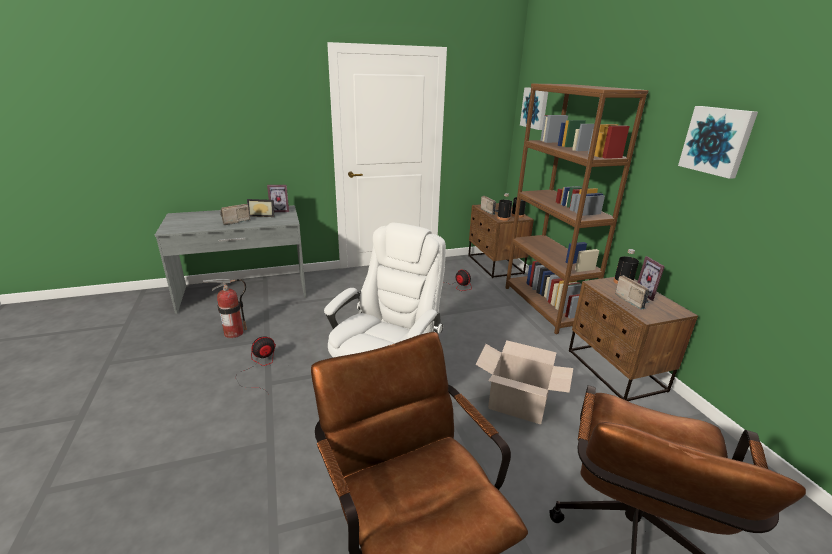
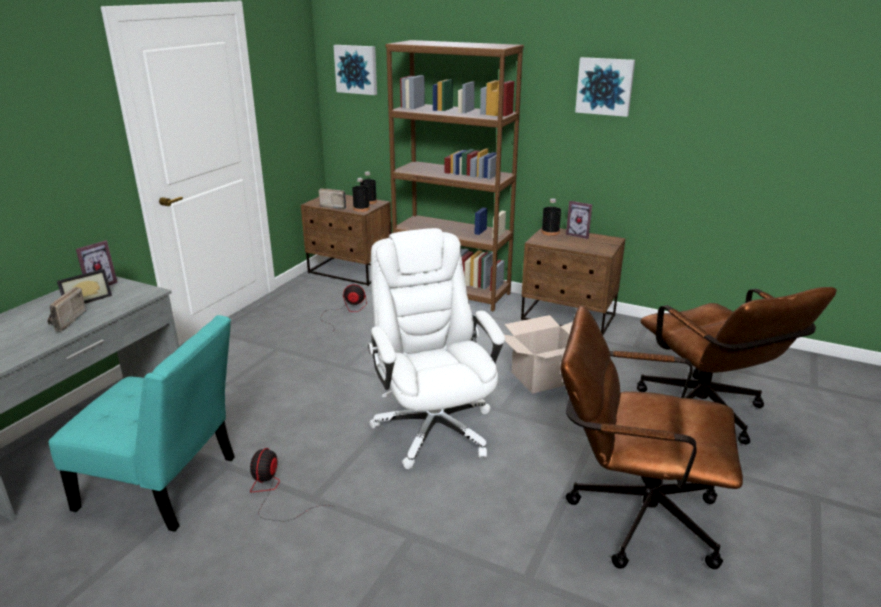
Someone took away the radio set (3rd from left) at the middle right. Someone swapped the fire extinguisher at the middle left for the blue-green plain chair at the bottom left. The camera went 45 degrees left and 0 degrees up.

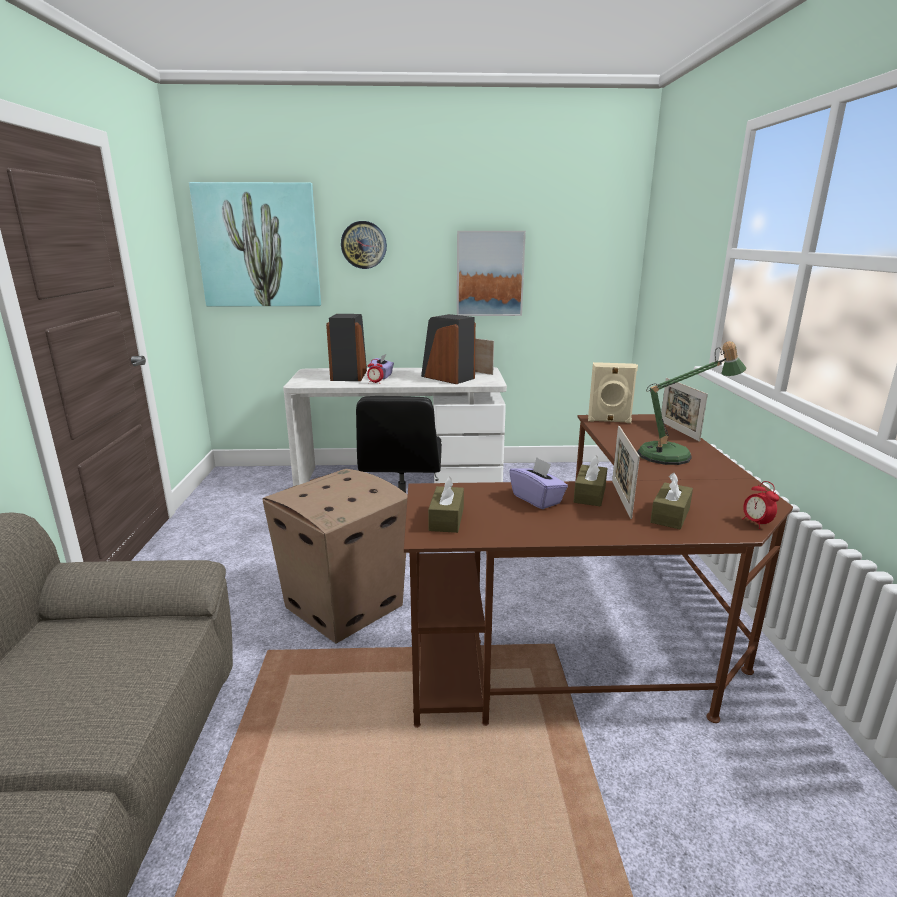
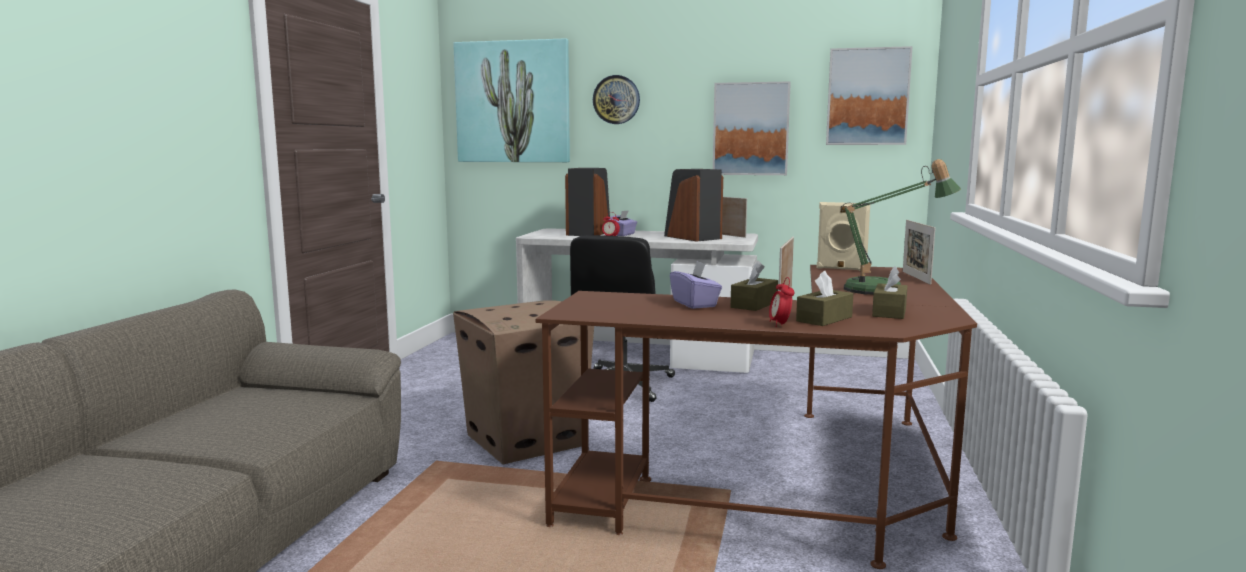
Someone carried the brownish tissue box (1st from left in the first image) from the centre to the middle right. Someone carried the bedside clock (2nd from left) from the middle right to the centre. Someone put up the wall picture (3rd from left) at the top right. The camera went 15 degrees right and 10 degrees down.

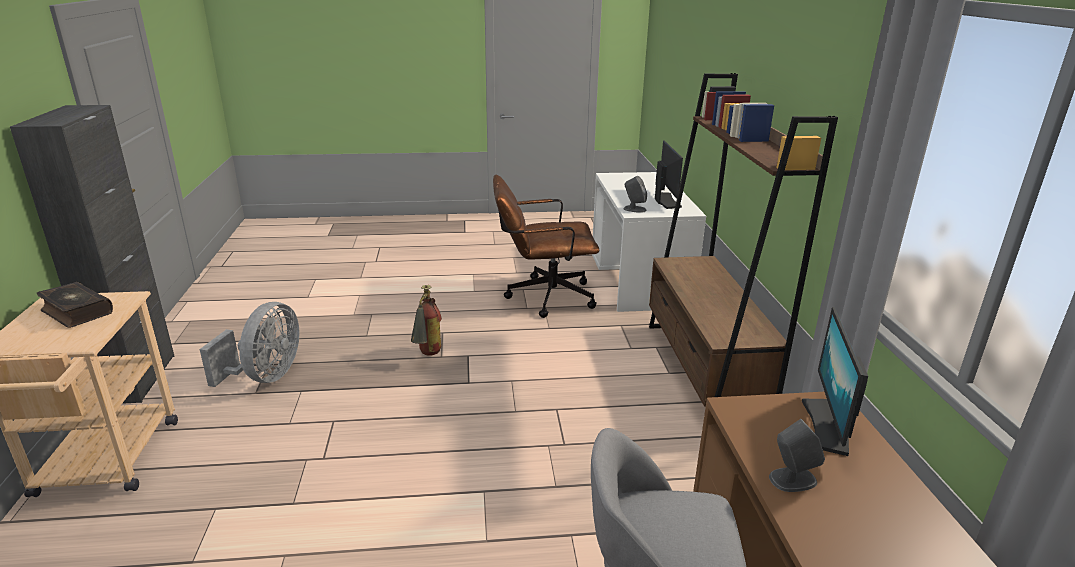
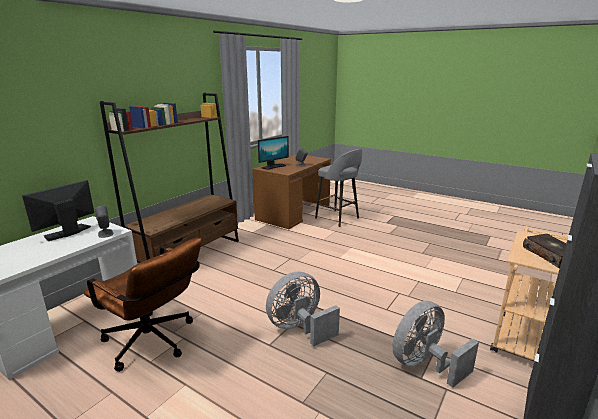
Someone swapped the fire extinguisher at the centre for the gray cooling fan (1st from left) at the bottom centre. The camera went 140 degrees left and 5 degrees down.

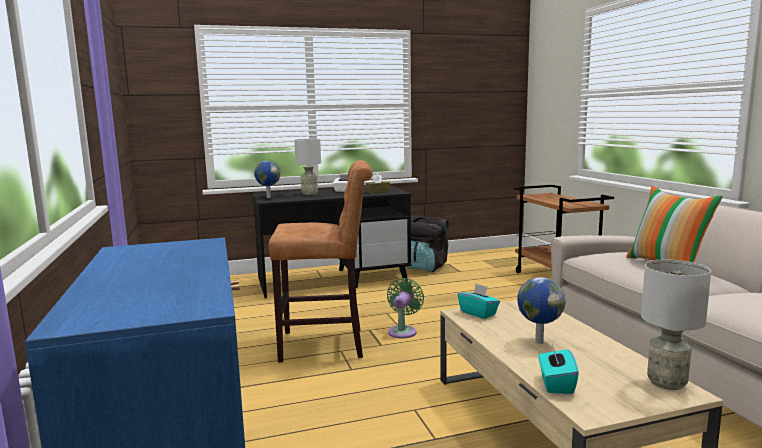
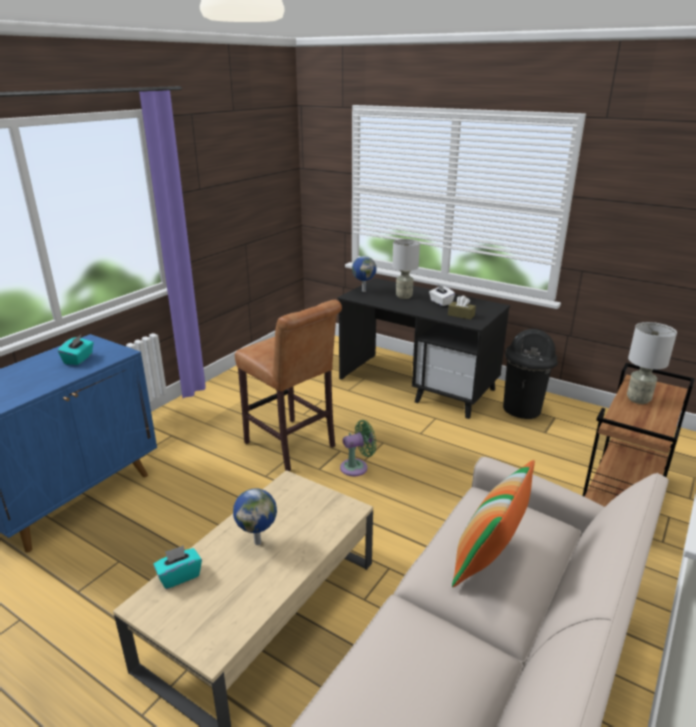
Someone swapped the black rucksack at the centre for the black trash can at the middle right. Someone carried the gray table lamp (2nd from left) from the bottom right to the middle right. Someone carried the blue-green tissue box (1st from left) from the bottom centre to the middle left. The camera went 50 degrees right and 15 degrees up.

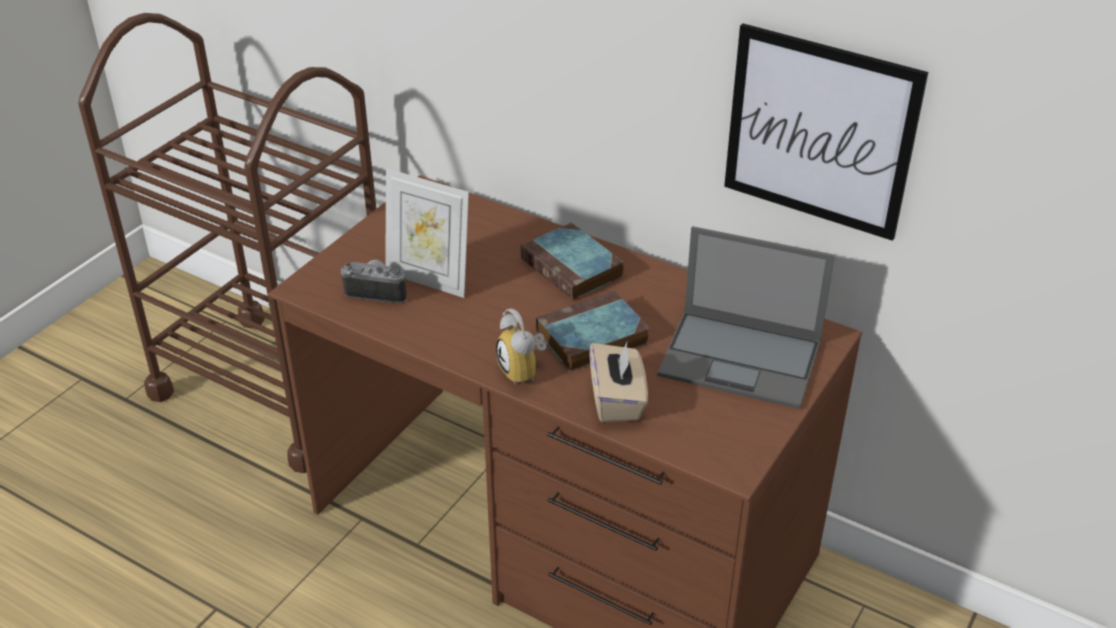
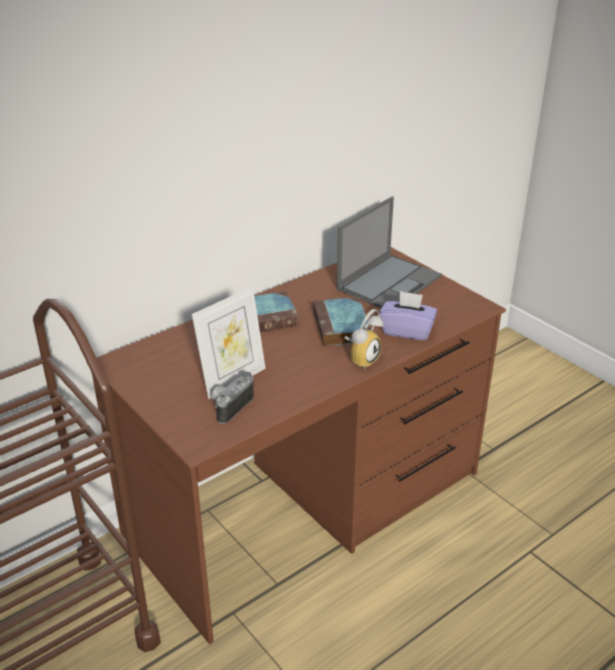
Someone took away the wall picture at the top right. Someone rotated the bedside clock at the centre by 45 degrees counterclockwise. Someone repainted the beige-coloured tissue box at the centre, which became the purplish tissue box at the centre. The camera went 70 degrees left and 5 degrees down.

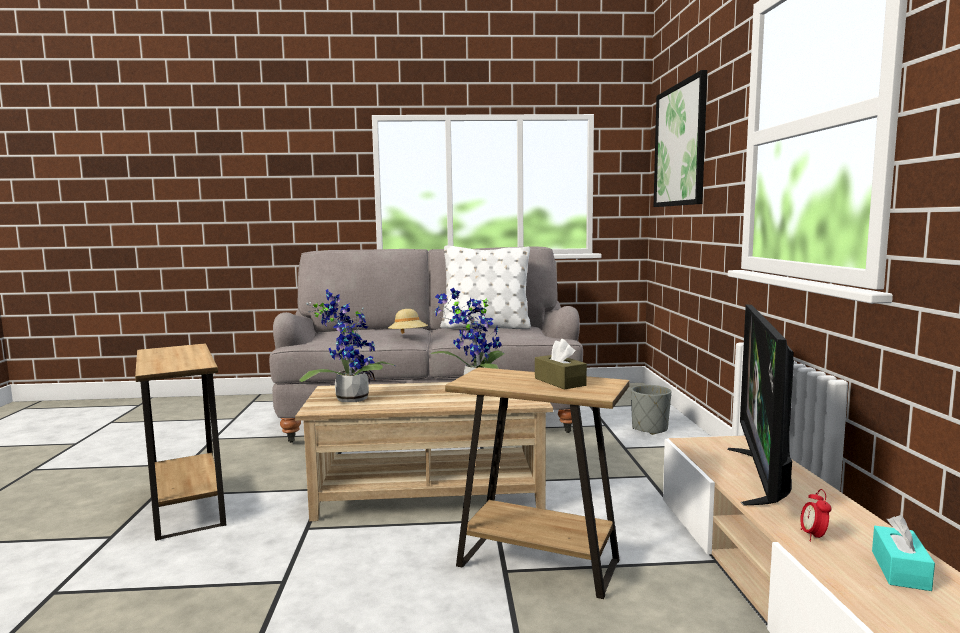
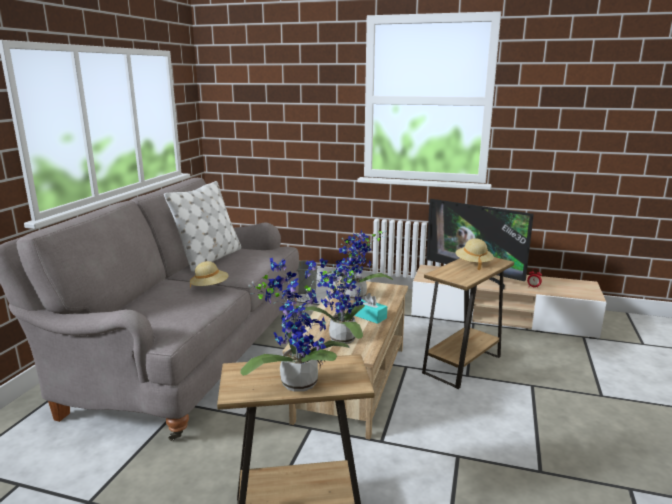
Someone took away the wall picture at the top right. Someone swapped the brownish tissue box at the centre for the beige-coloured clothing hat (2nd from left) at the middle right. Someone carried the blue-green tissue box from the bottom right to the centre. Someone put down the potted plant (1st from left) at the centre. The camera went 70 degrees left and 10 degrees up.

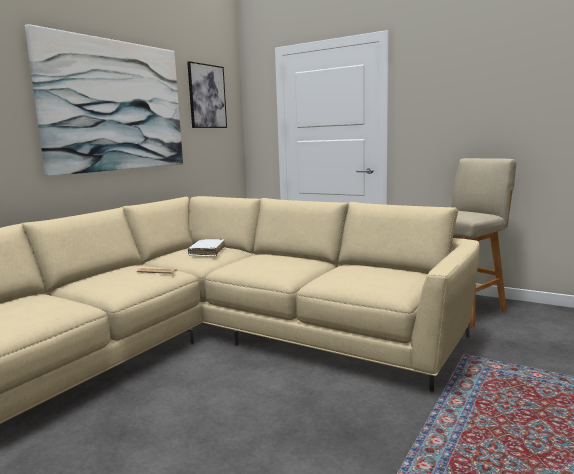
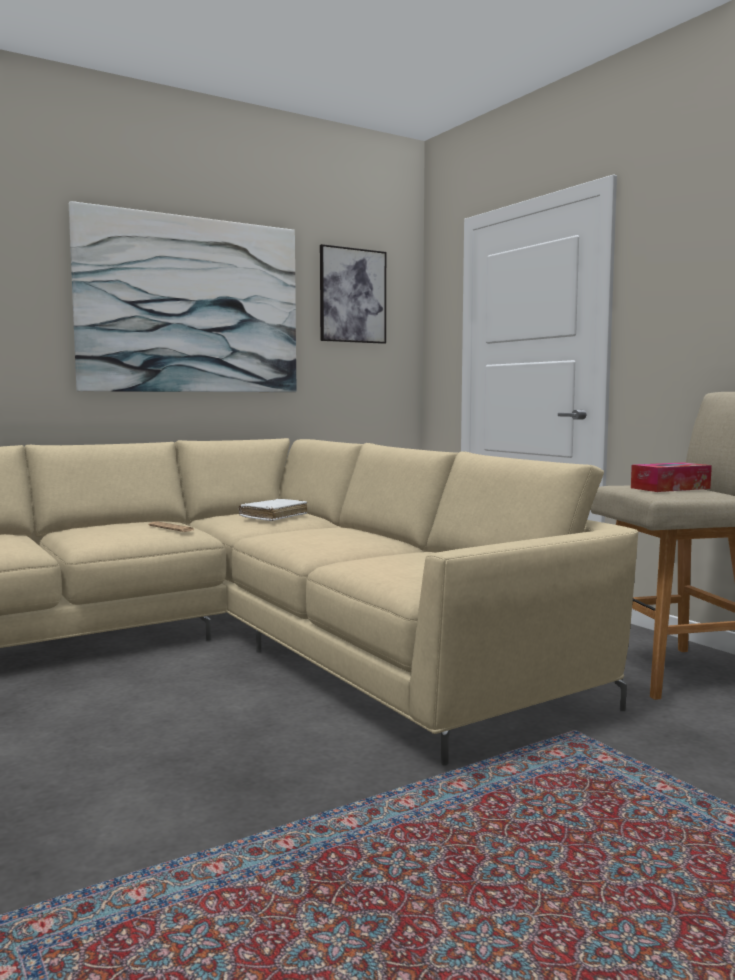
Someone put down the tissue box at the middle right. The camera went 25 degrees right and 5 degrees down.

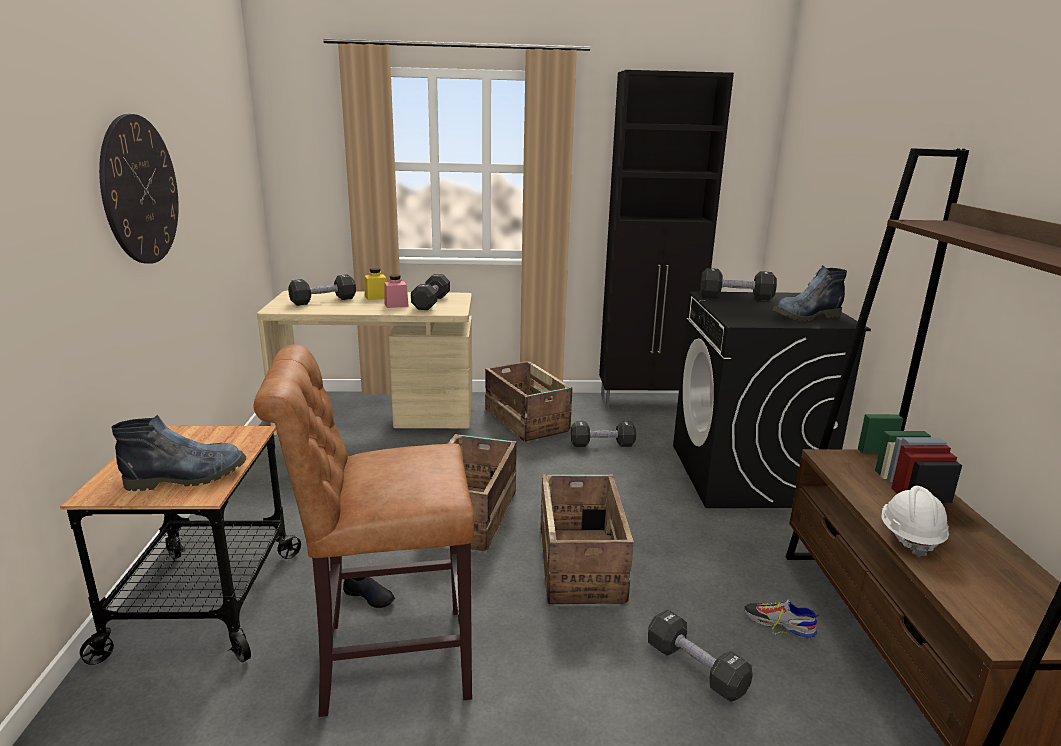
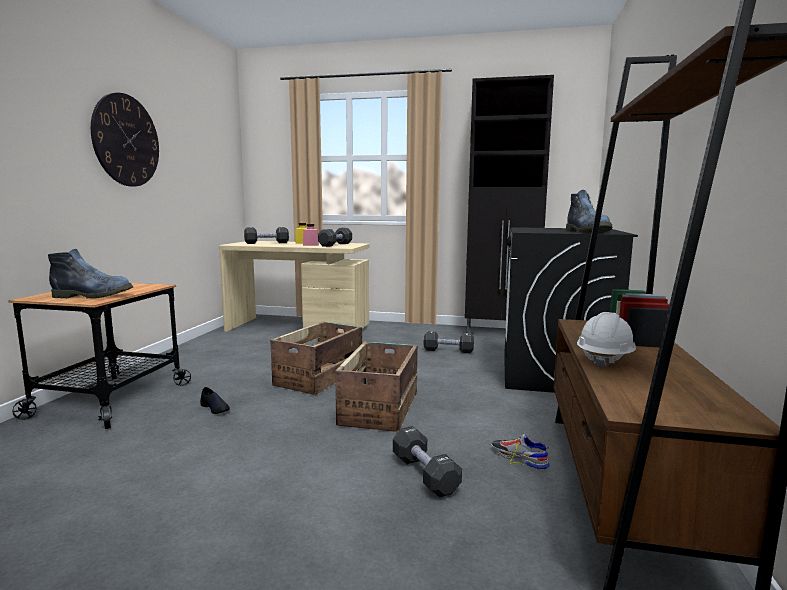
Someone rotated the boot (2nd from left) at the middle right by 90 degrees counterclockwise. Someone took away the black hand weight (5th from left) at the middle right. Someone took away the brownish sitting stool at the bottom centre. Someone took away the packing crate (2nd from left) at the centre. The camera went 15 degrees right and 10 degrees down.

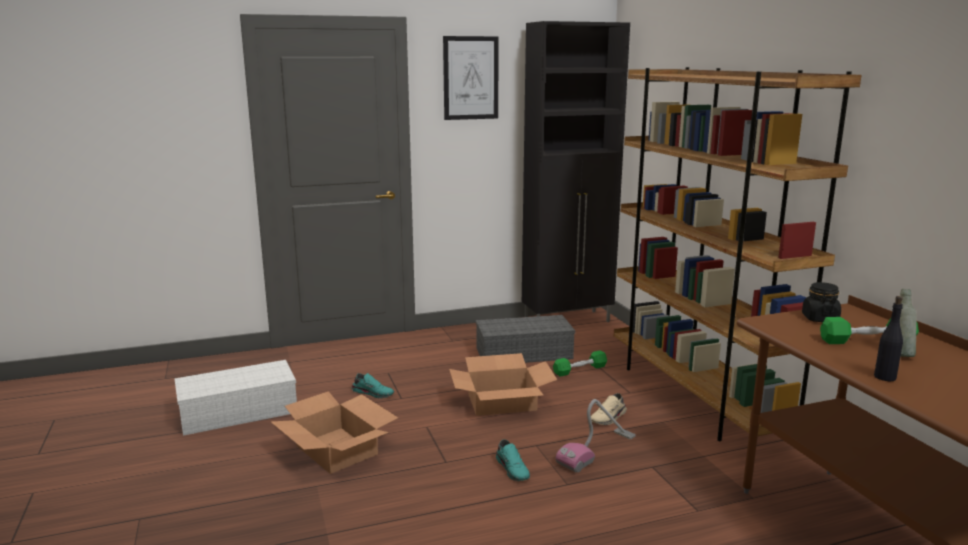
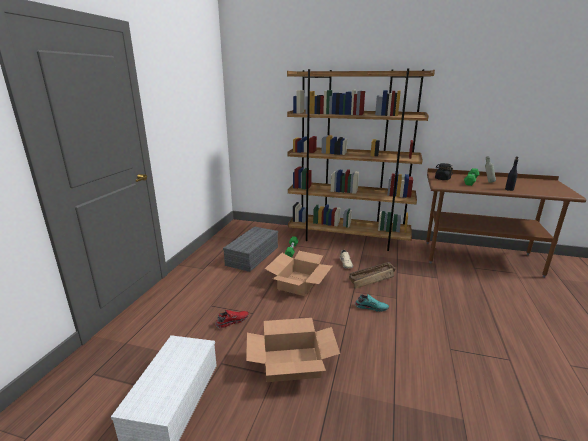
Someone took away the black cupboard at the top centre. Someone took away the wall picture at the top centre. Someone repainted the blue-green shoe (1st from left) at the bottom centre, which became the red-coloured shoe at the bottom centre. Someone swapped the hoover at the bottom centre for the packing crate at the centre. The camera went 55 degrees left and 5 degrees up.

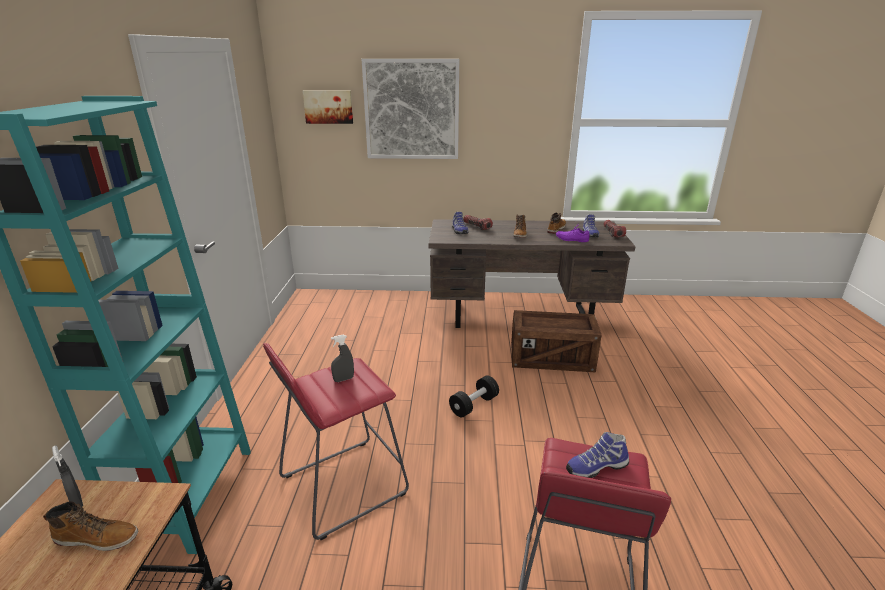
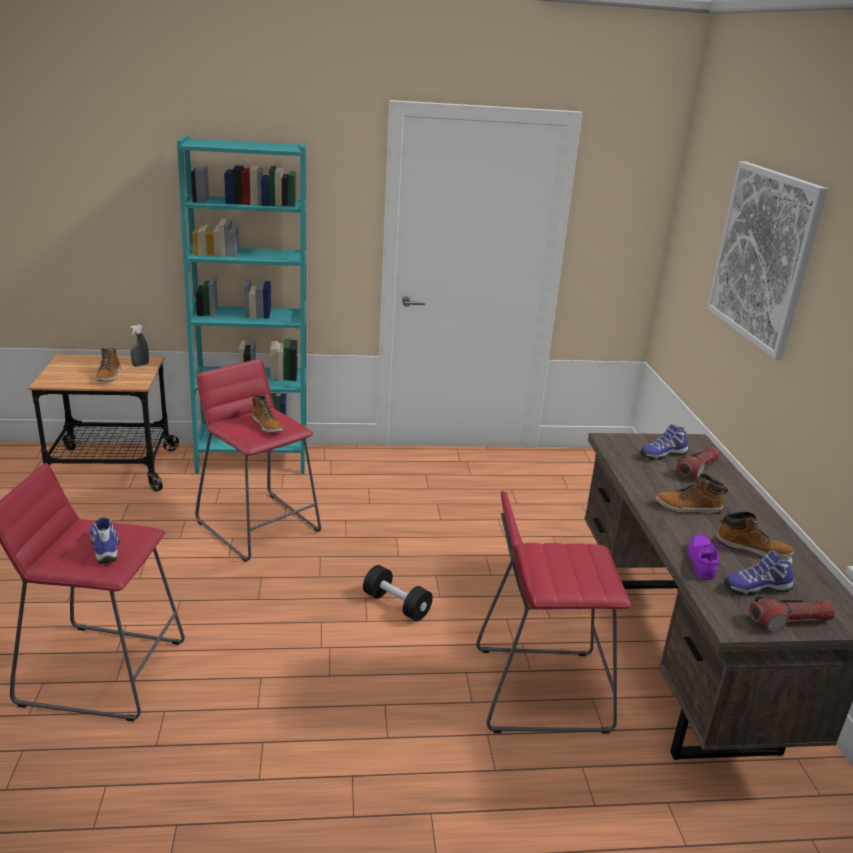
Someone took away the wall picture (1st from left) at the top centre. Someone swapped the packing crate at the centre for the red-coloured sitting stool (3rd from left) at the bottom centre. Someone swapped the gray sprayer (2nd from left) at the centre for the boot (2nd from left) at the middle left. The camera went 80 degrees right and 0 degrees up.

